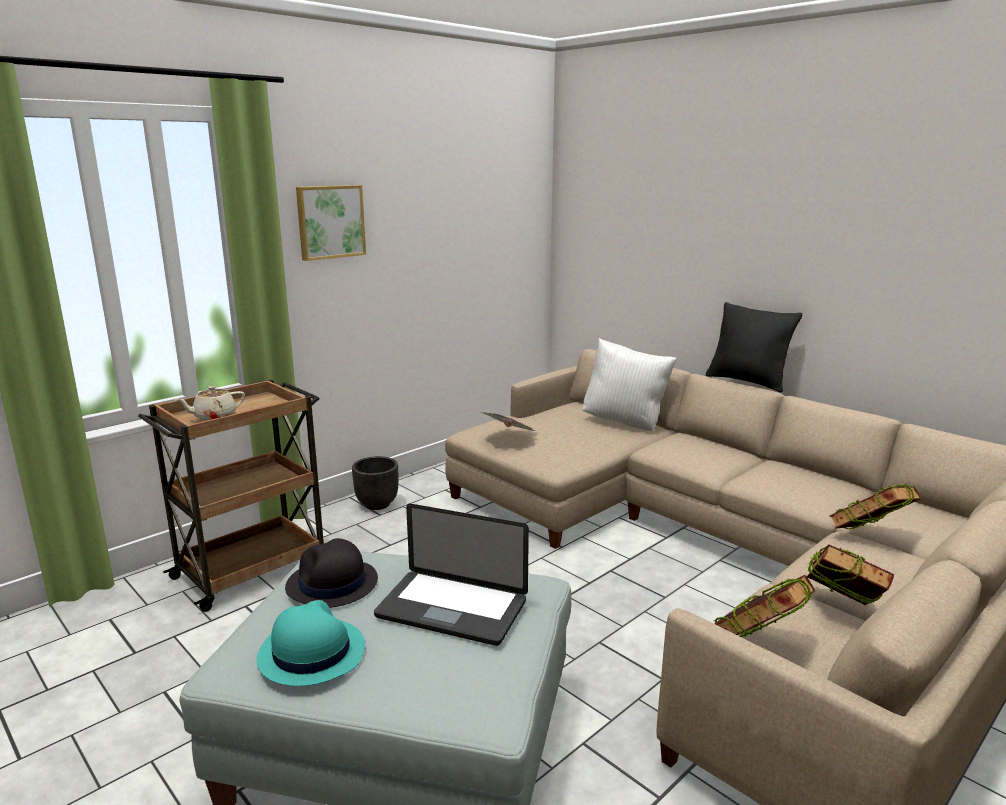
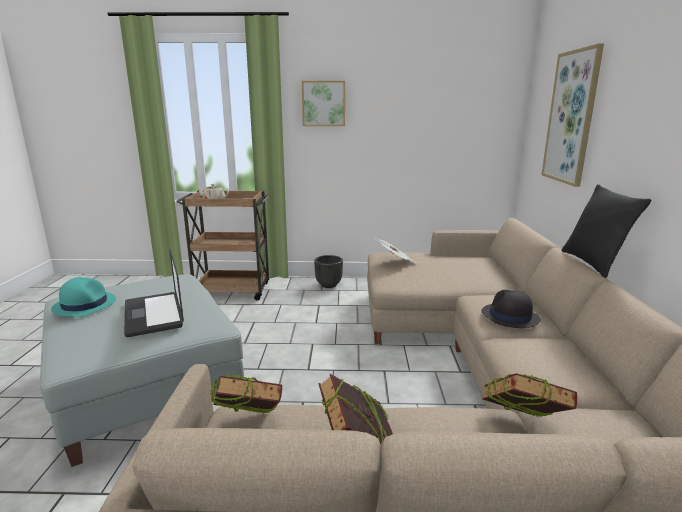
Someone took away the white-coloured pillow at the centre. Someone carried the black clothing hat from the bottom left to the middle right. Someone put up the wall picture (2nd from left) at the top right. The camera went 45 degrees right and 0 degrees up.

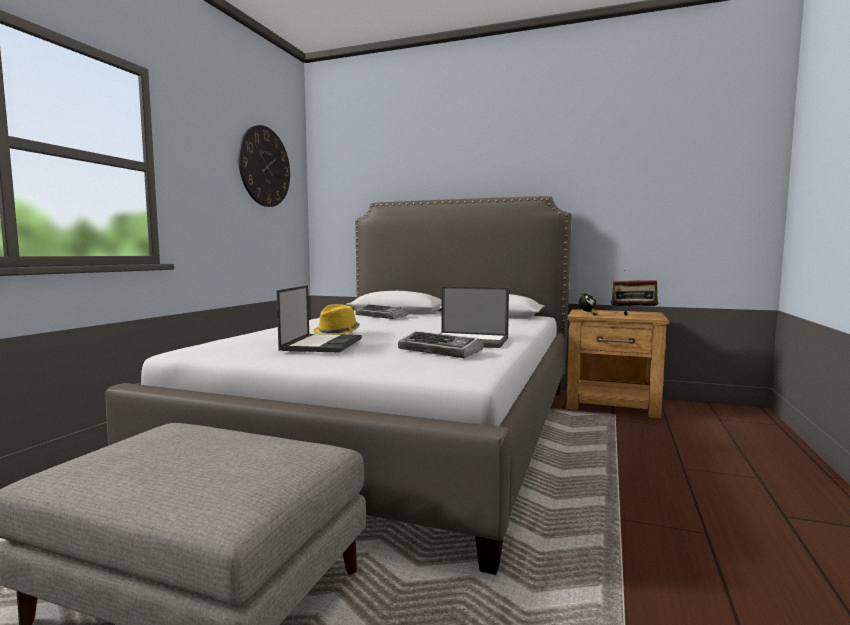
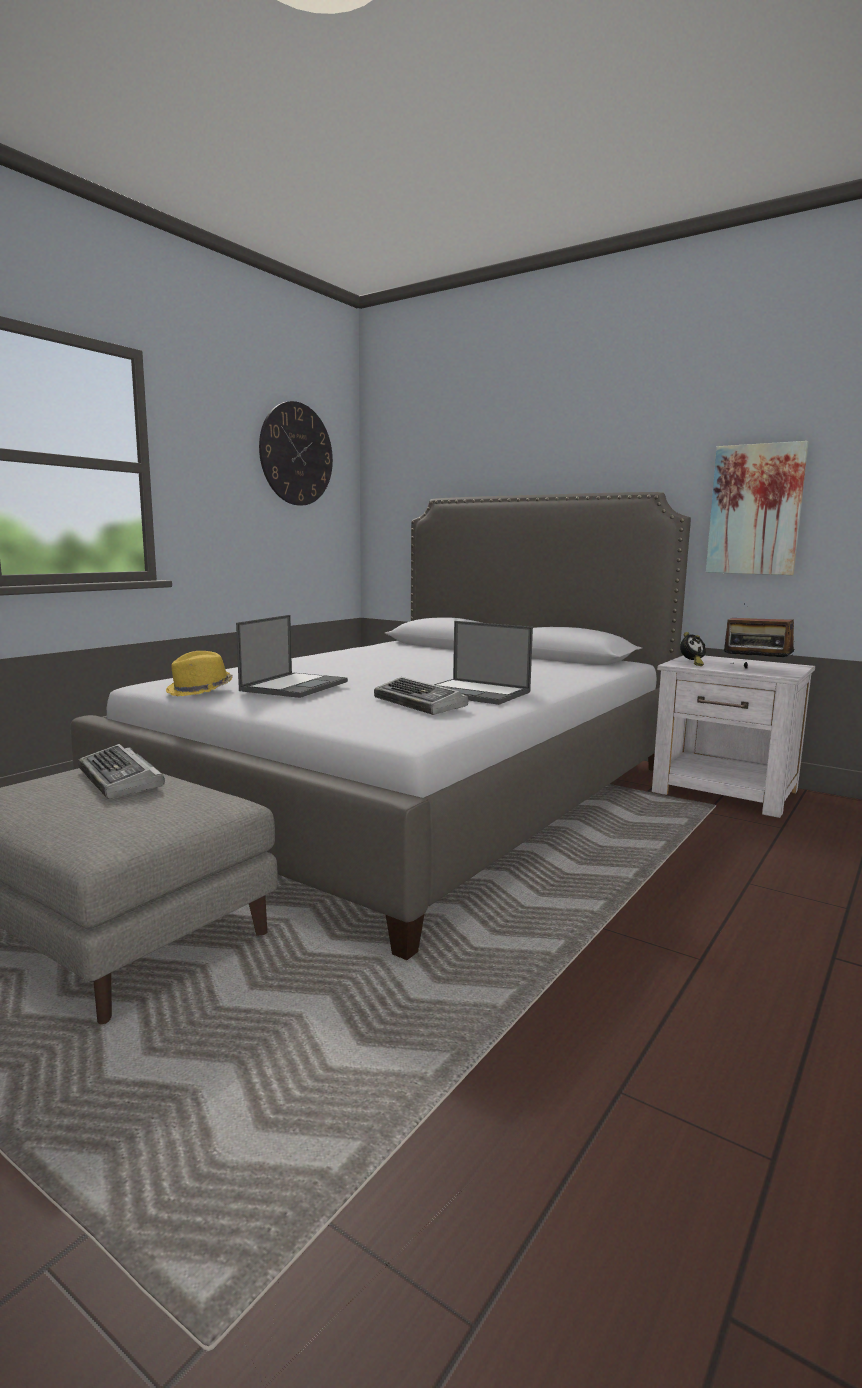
Someone carried the yellow-coloured clothing hat from the centre to the middle left. Someone carried the PC keyboard (1st from left) from the centre to the middle left. Someone repainted the brownish nightstand at the middle right, which became the white-coloured nightstand at the middle right. Someone put up the wall picture at the middle right. The camera went 15 degrees right and 5 degrees up.

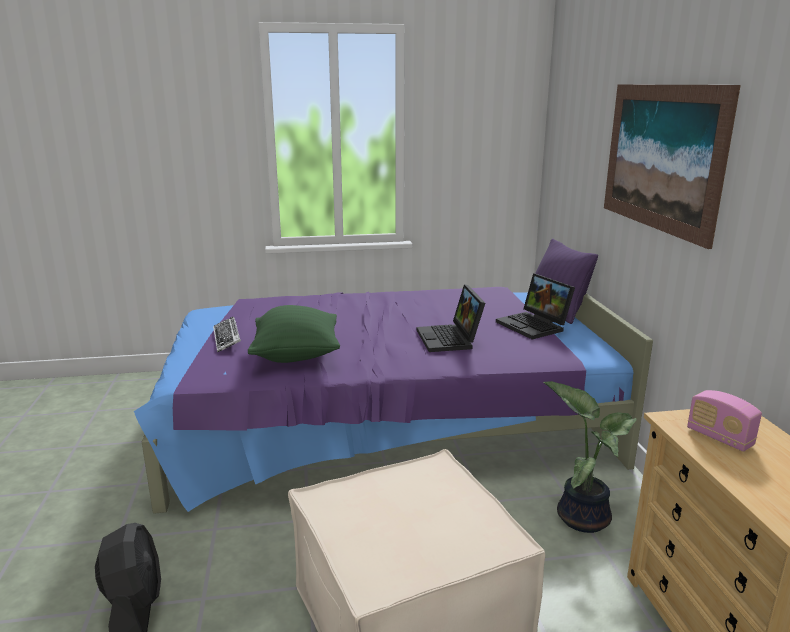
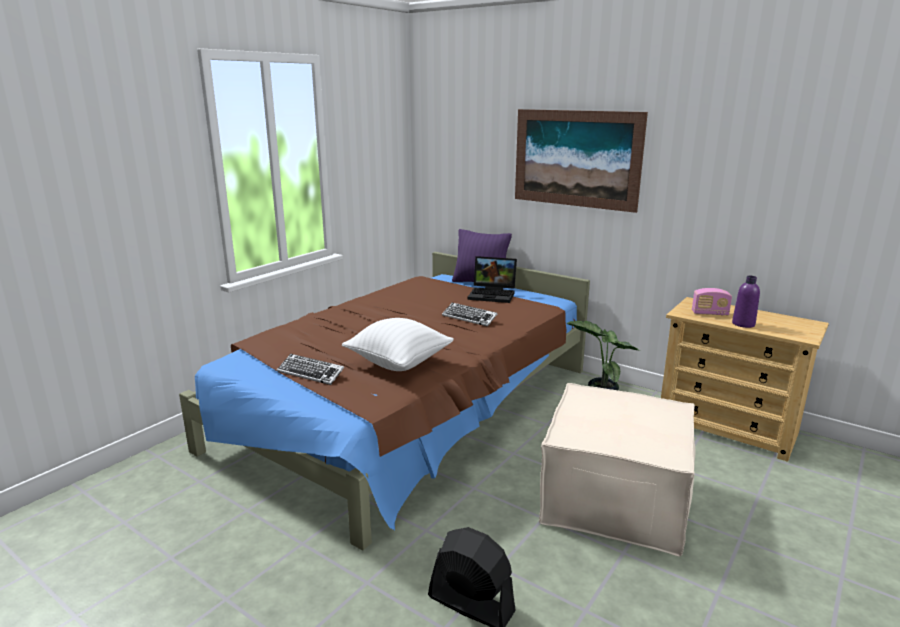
Someone swapped the laptop (1st from left) at the centre for the PC keyboard (2nd from left) at the centre. Someone repainted the purplish sleeping bed at the centre, which became the brownish sleeping bed at the centre. Someone repainted the green pillow at the centre, which became the white-coloured pillow at the centre. Someone put down the purplish beverage bottle at the middle right. The camera went 45 degrees left and 0 degrees up.

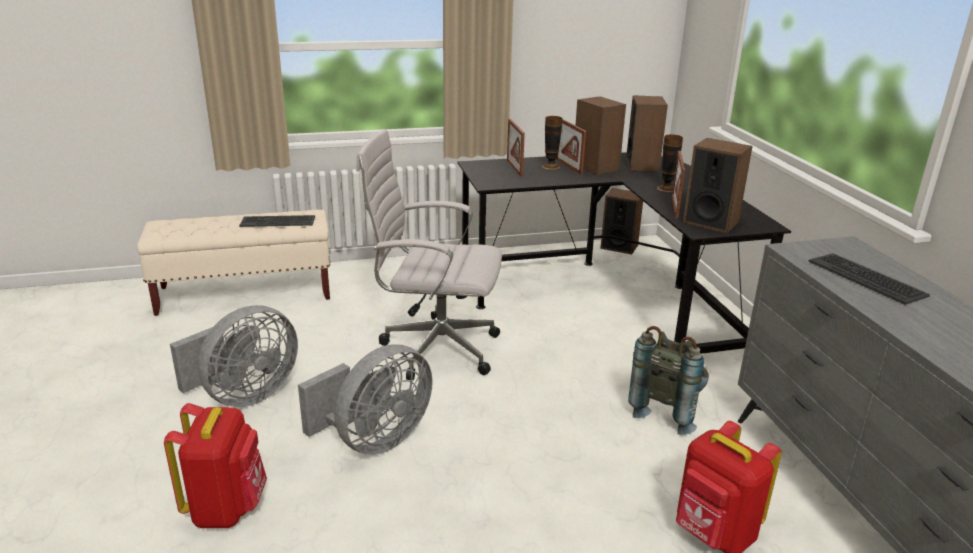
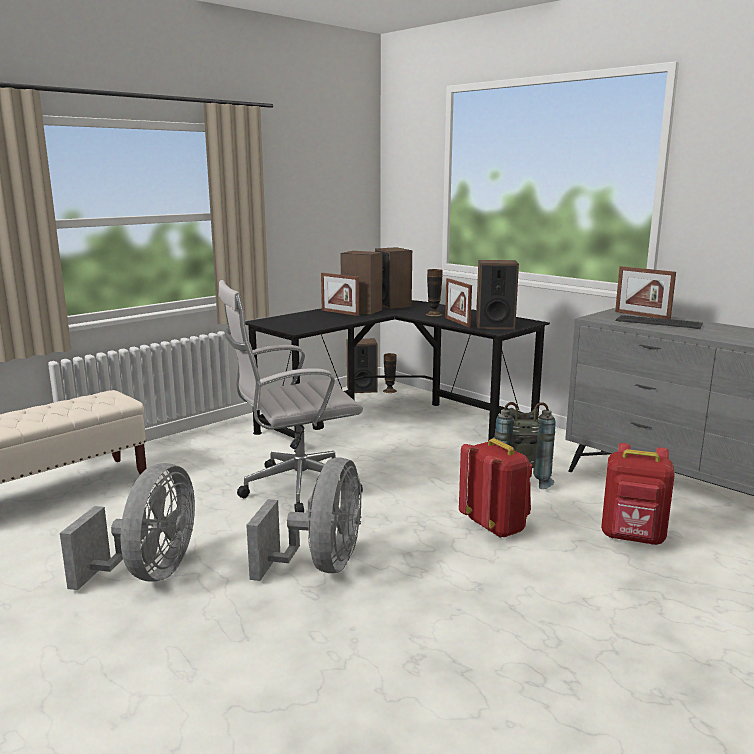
Someone carried the decorative vase (1st from left) from the top centre to the centre. Someone carried the standing frame (1st from left in the first image) from the top centre to the middle right. Someone took away the PC keyboard (1st from left) at the middle left. Someone carried the red-coloured rucksack (1st from left) from the bottom left to the centre. The camera went 30 degrees left and 10 degrees down.

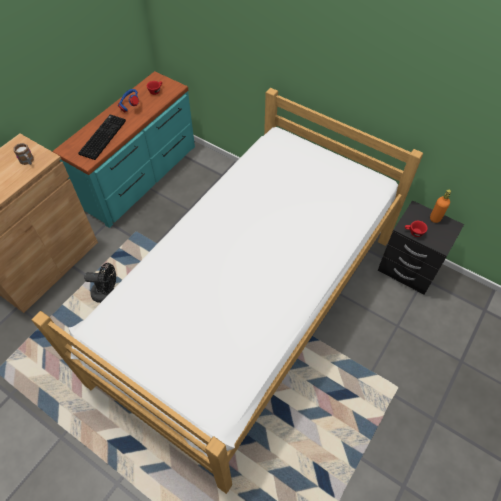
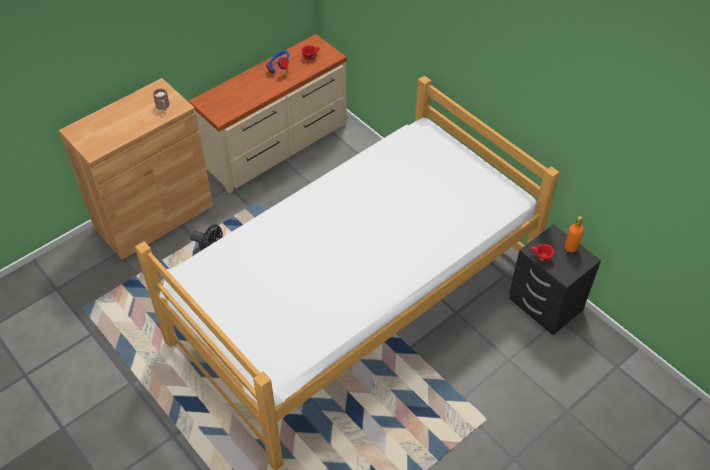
Someone repainted the blue-green dresser at the top left, which became the beige-coloured dresser at the top centre. Someone took away the PC keyboard at the top left. The camera went 15 degrees right and 5 degrees down.

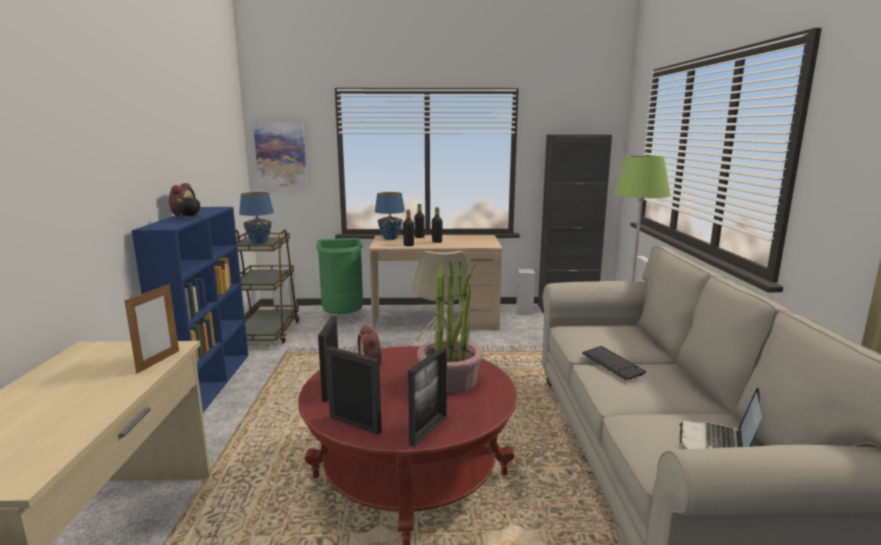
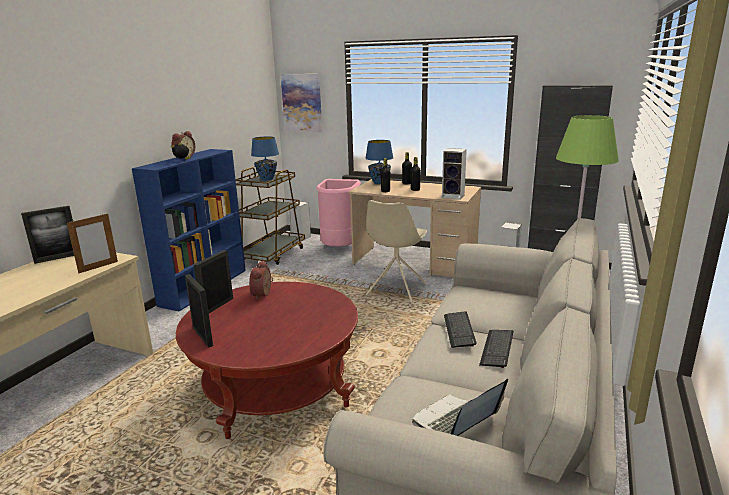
Someone repainted the green trash can at the centre, which became the pink trash can at the centre. Someone took away the potted plant at the centre. Someone carried the standing frame (4th from left in the first image) from the bottom centre to the middle left. Someone put down the loudspeaker (2nd from left) at the centre. Someone put down the PC keyboard (2nd from left) at the bottom right. The camera went 25 degrees right and 5 degrees up.

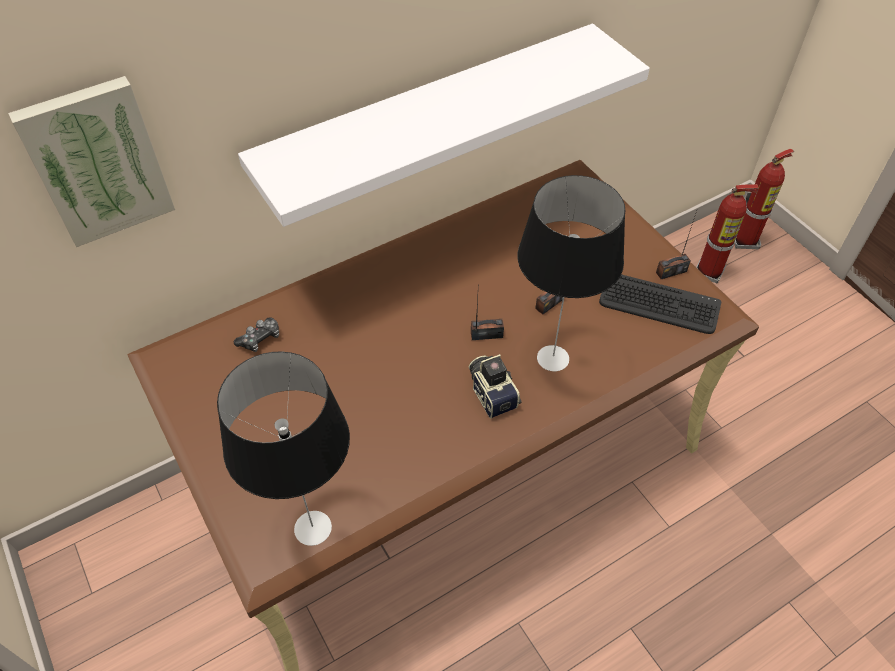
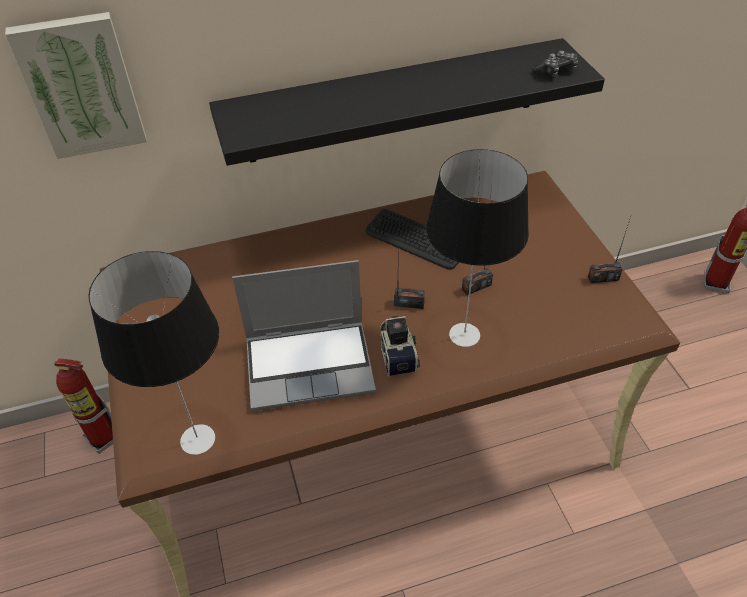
Someone repainted the white-coloured bracket shelf at the top centre, which became the black bracket shelf at the top centre. Someone carried the fire extinguisher (1st from left) from the middle right to the bottom left. Someone carried the PC keyboard from the middle right to the centre. Someone carried the gamepad from the middle left to the top right. Someone put down the laptop at the centre. The camera went 15 degrees right and 5 degrees down.

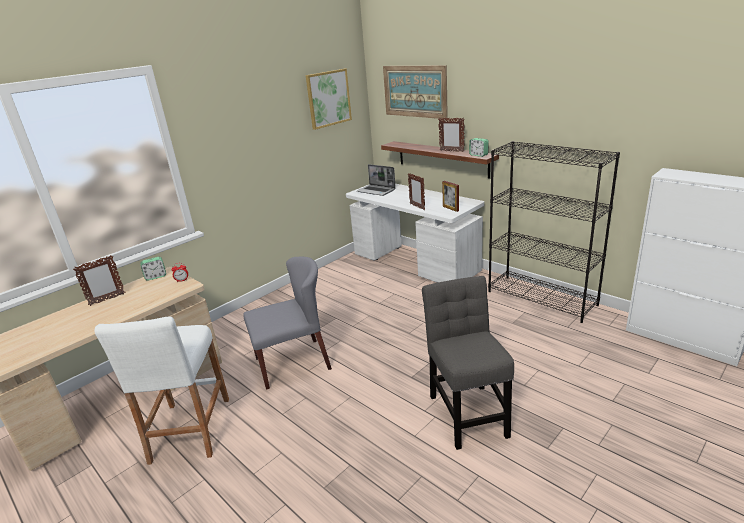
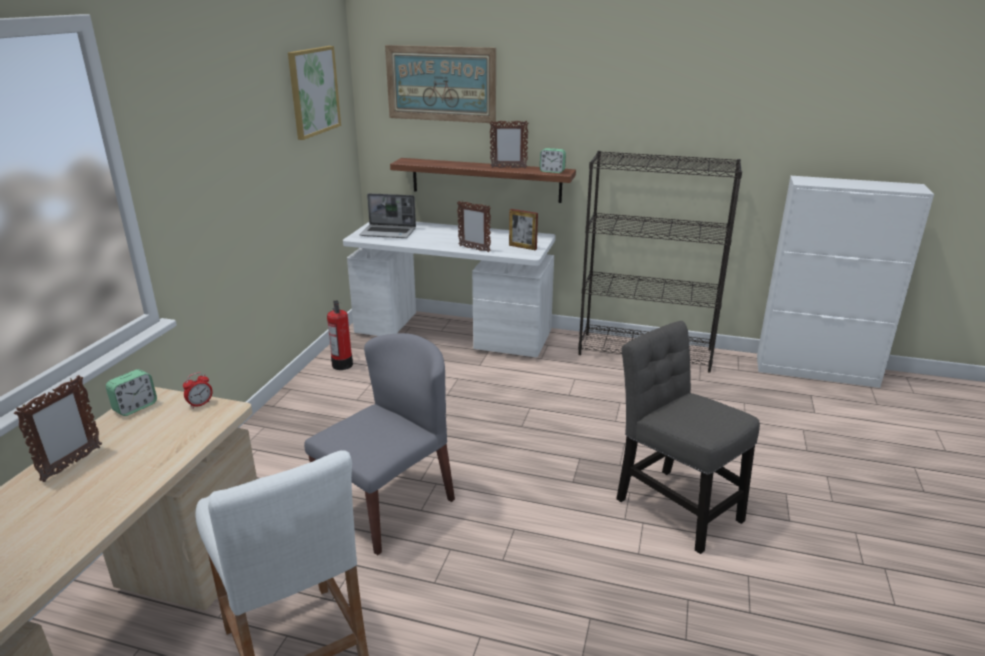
Someone put down the fire extinguisher at the centre. The camera went 30 degrees left and 0 degrees up.

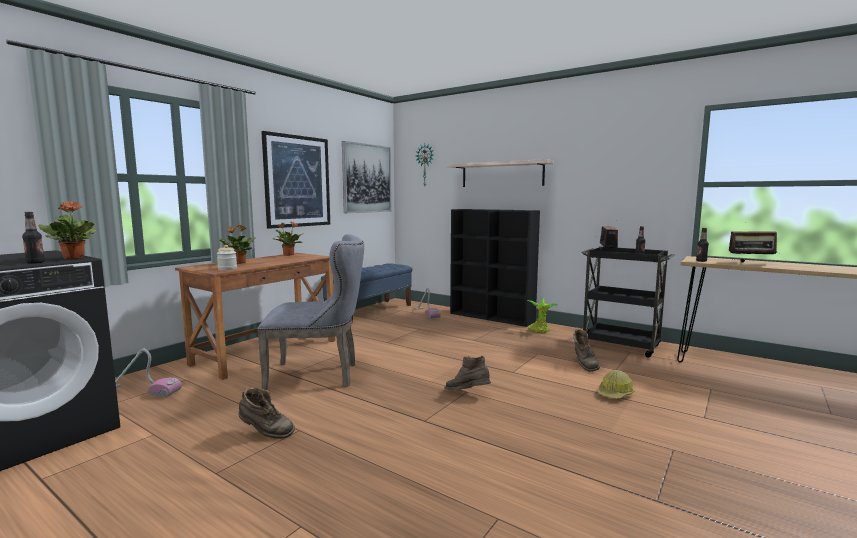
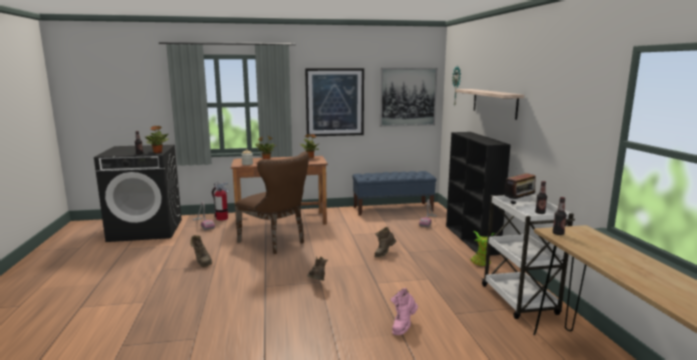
Someone took away the radio set (2nd from left) at the middle right. Someone repainted the gray plain chair at the centre, which became the brownish plain chair at the centre. Someone repainted the black cart at the middle right, which became the white-coloured cart at the bottom right. Someone carried the brownish boot (3rd from left) from the middle right to the bottom centre. Someone swapped the hard hat at the bottom right for the pink boot at the bottom centre. Someone put down the fire extinguisher at the middle left. The camera went 45 degrees right and 5 degrees up.

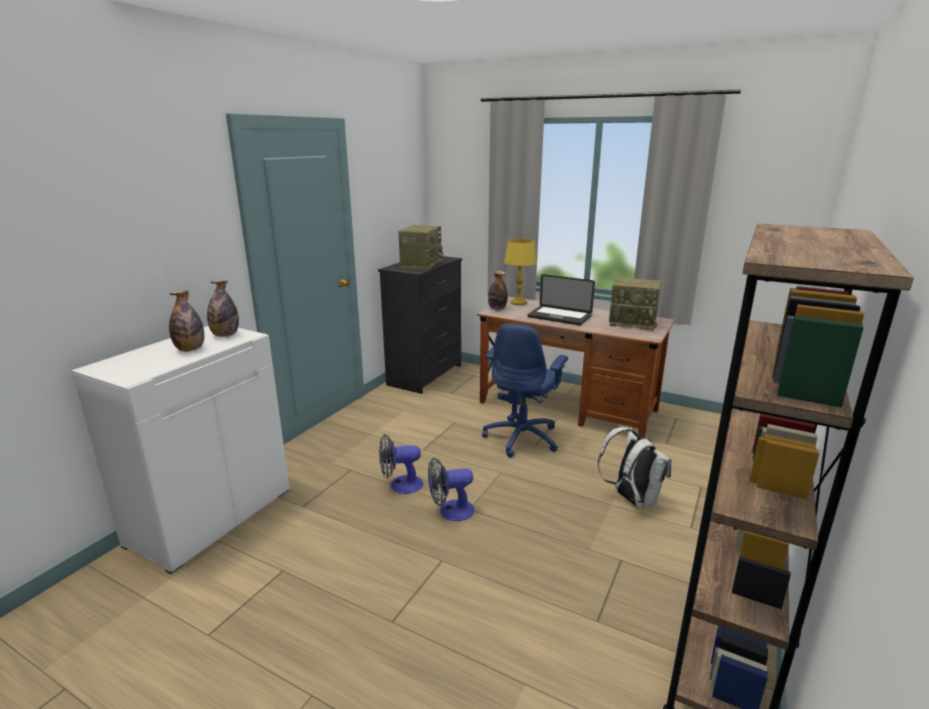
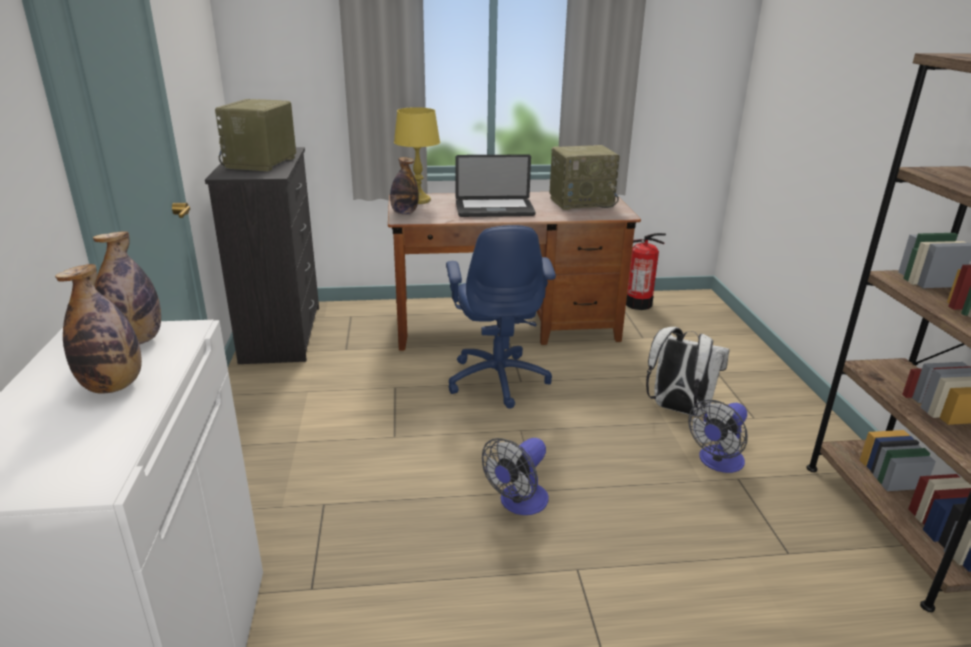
Someone rotated the radio set (1st from left) at the centre by 150 degrees counterclockwise. Someone carried the cooling fan (1st from left in the first image) from the centre to the bottom right. Someone put down the fire extinguisher at the centre. The camera went 35 degrees left and 5 degrees up.

